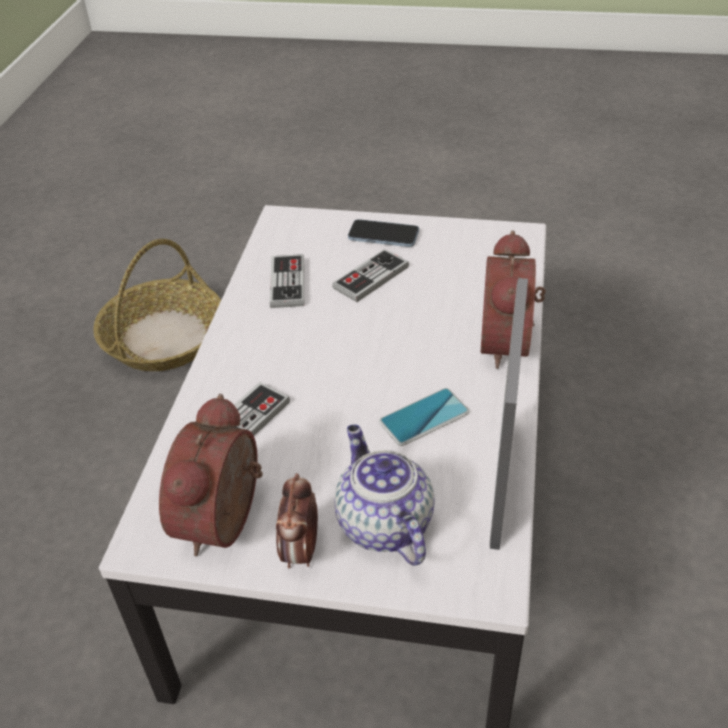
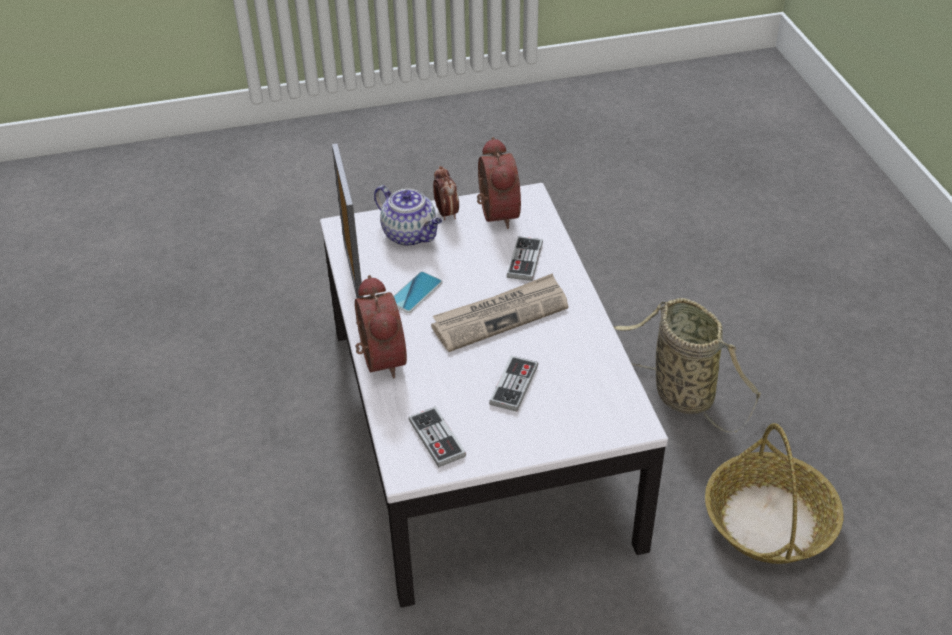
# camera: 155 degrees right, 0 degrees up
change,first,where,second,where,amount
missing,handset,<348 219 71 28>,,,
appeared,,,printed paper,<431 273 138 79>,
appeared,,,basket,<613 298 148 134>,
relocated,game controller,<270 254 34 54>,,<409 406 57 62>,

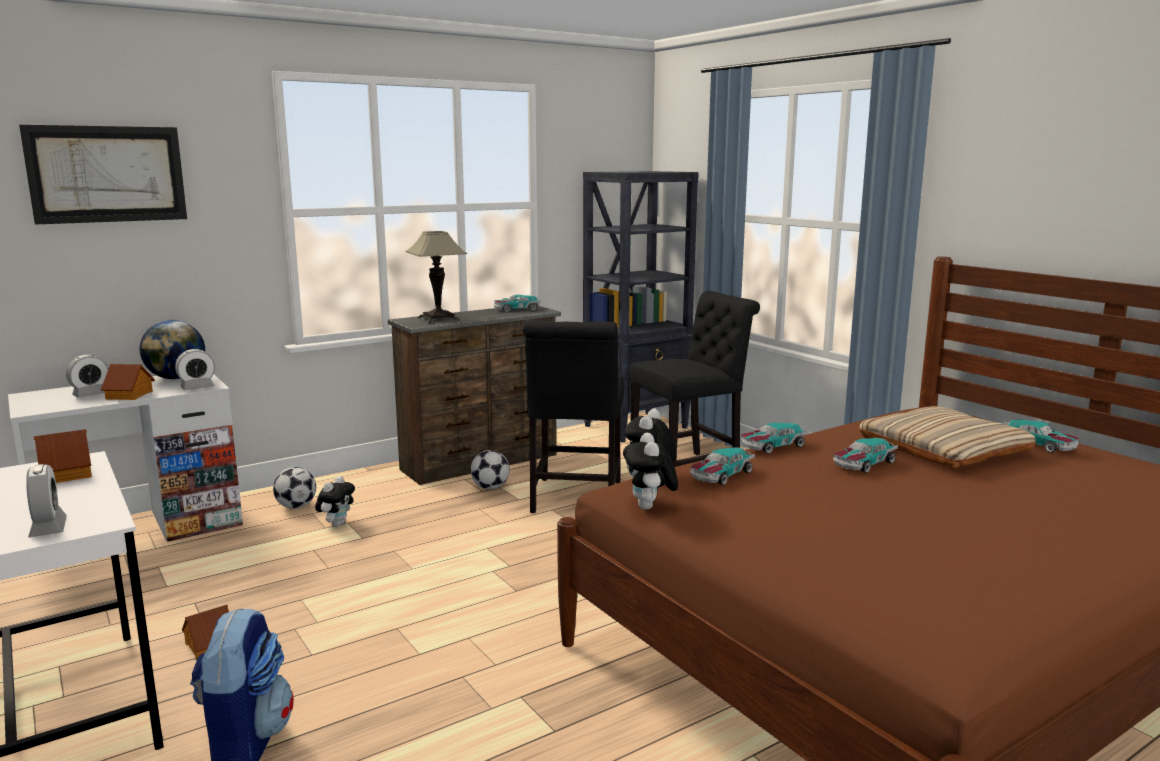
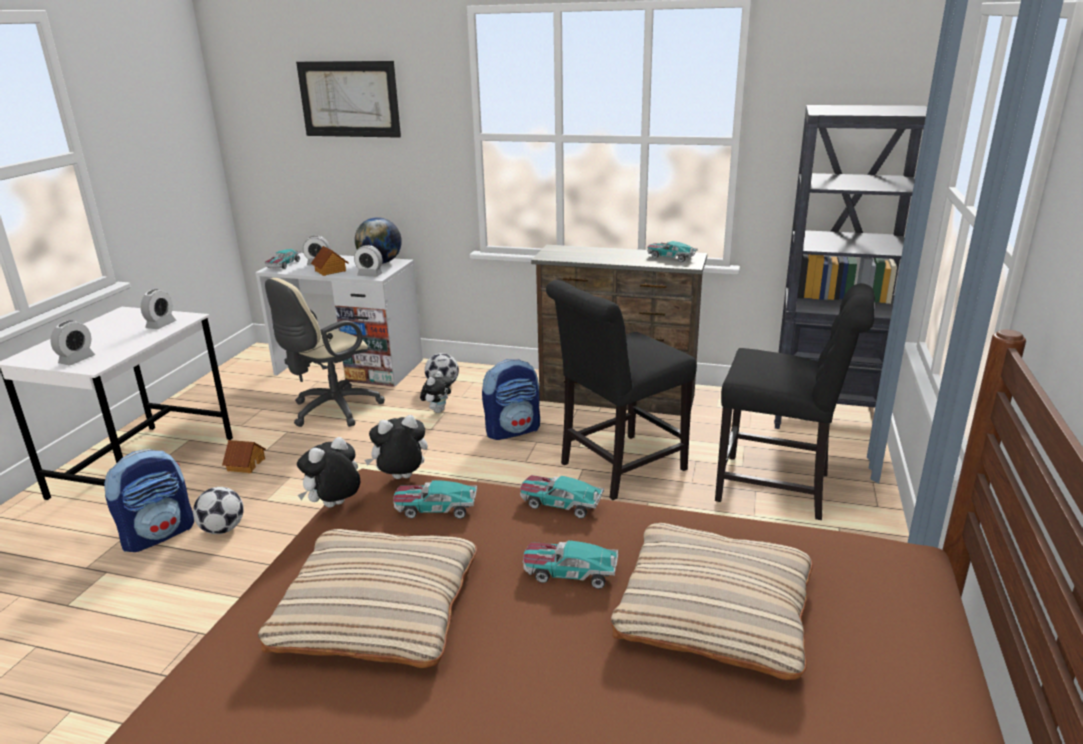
# camera: 50 degrees right, 10 degrees up
change,first,where,second,where,amount
missing,tabletop lamp,<405 231 62 93>,,,
appeared,,,beige-coloured pillow,<258 529 219 139>,
appeared,,,beige-coloured office chair,<265 278 120 149>,
appeared,,,backpack,<482 359 58 81>,
relocated,football ball,<470 450 40 39>,,<193 487 51 47>,
relocated,model car,<1004 420 75 33>,,<265 249 35 20>,
exchanged,miniature house,<34 429 58 54>,bedside clock,<141 289 36 40>,
spun,plush toy,<315 476 40 51>,,<420 371 32 42>,45 degrees counterclockwise

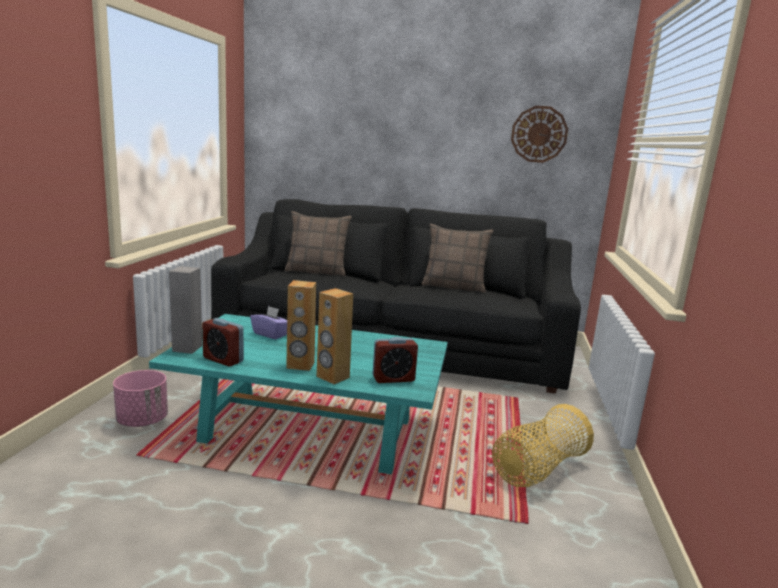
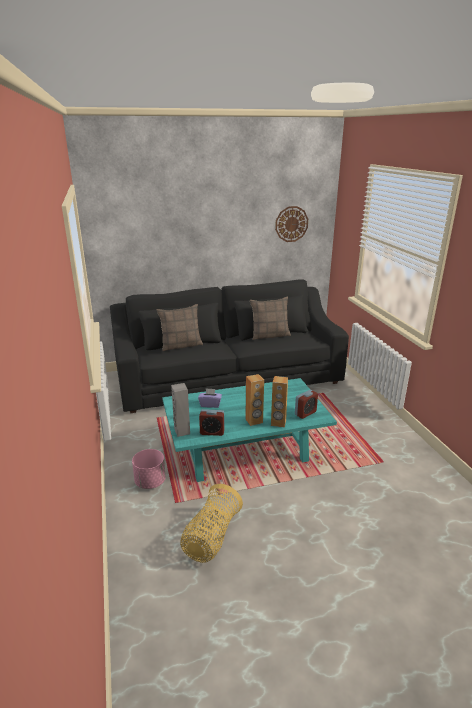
# camera: 25 degrees left, 10 degrees up
change,first,where,second,where,amount
relocated,basket,<492 404 102 83>,,<180 484 63 79>,

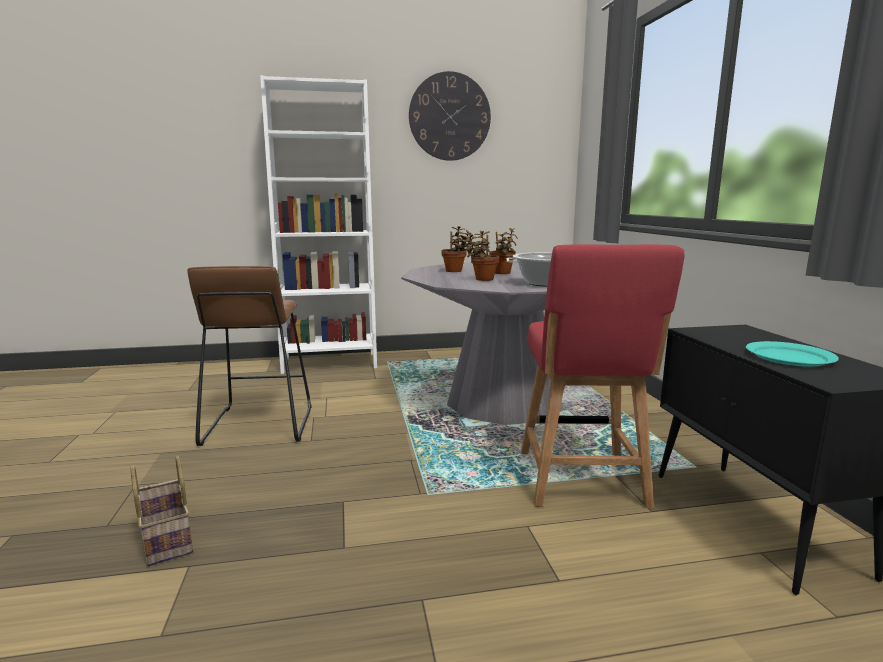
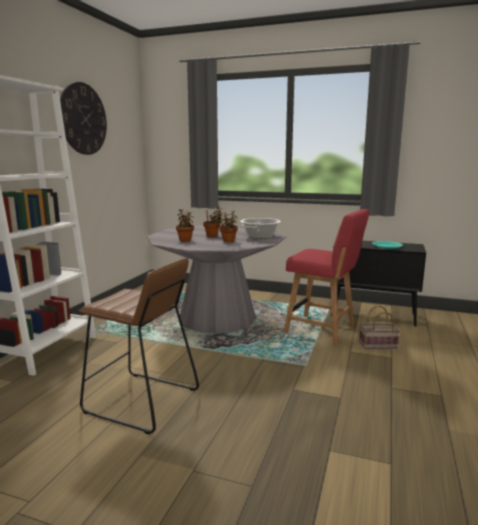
# camera: 60 degrees left, 0 degrees up
change,first,where,second,where,amount
relocated,basket,<130 456 63 110>,,<359 306 41 43>,

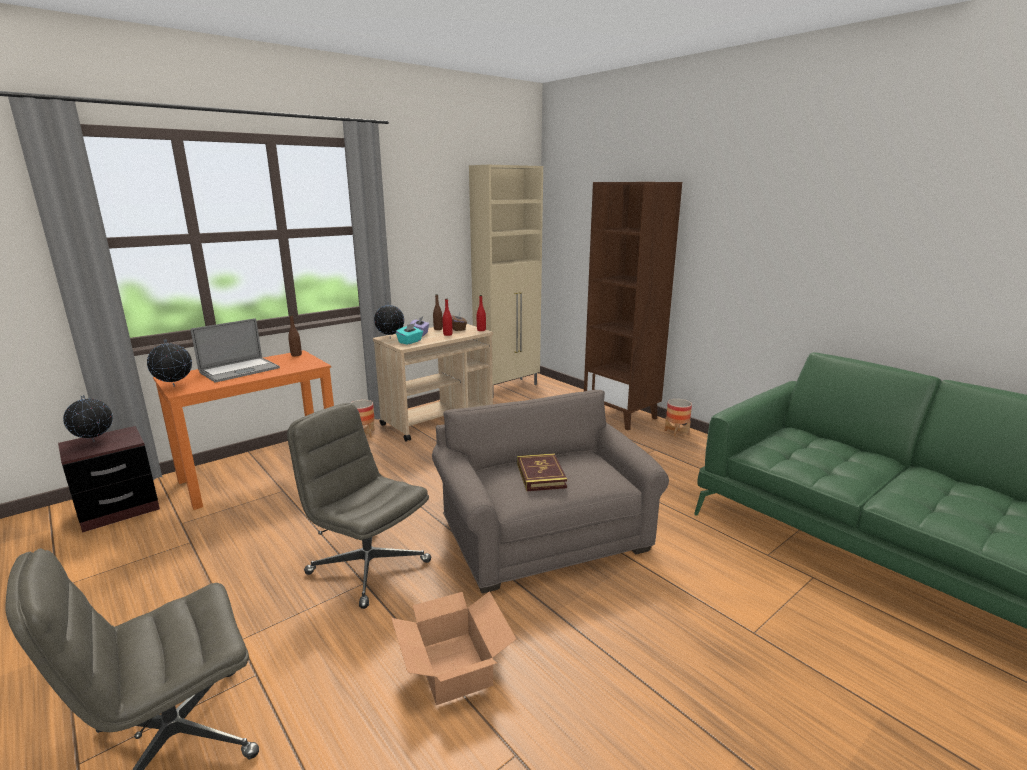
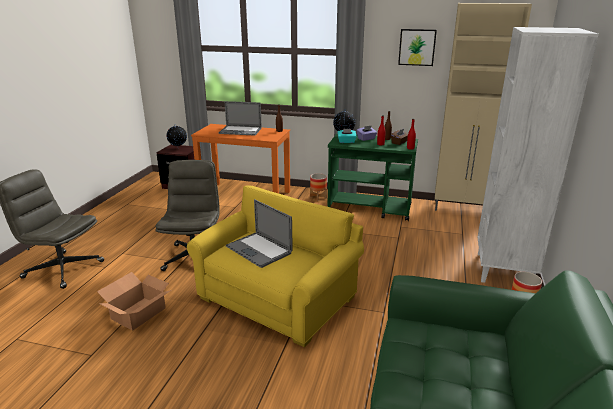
# camera: 55 degrees right, 5 degrees up
change,first,where,second,where,amount
missing,world globe,<147 339 45 48>,,,
appeared,,,wall art,<398 29 39 37>,
exchanged,bound book,<517 453 50 38>,notebook computer,<226 199 67 69>,
colour,beige-coloured cart,<373 324 120 118>,green cart,<327 134 91 87>,
colour,gray lounge chair,<432 390 237 203>,yellow-coloured lounge chair,<187 185 177 162>,
colour,brown shelving unit,<584 182 98 248>,white shelving unit,<477 27 122 256>,

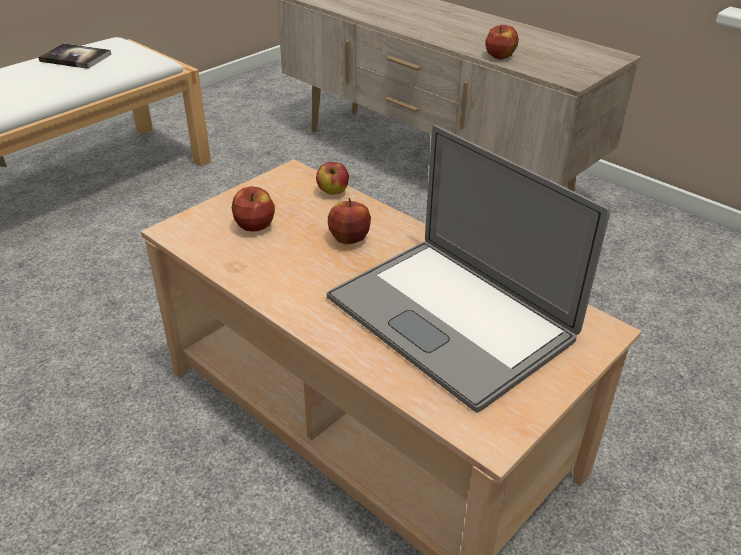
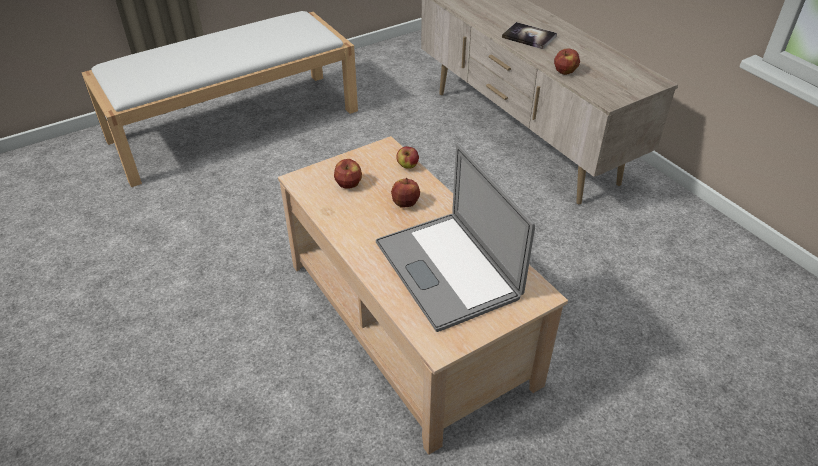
# camera: 15 degrees right, 5 degrees up
change,first,where,second,where,amount
relocated,bound book,<38 43 73 26>,,<502 22 55 27>,

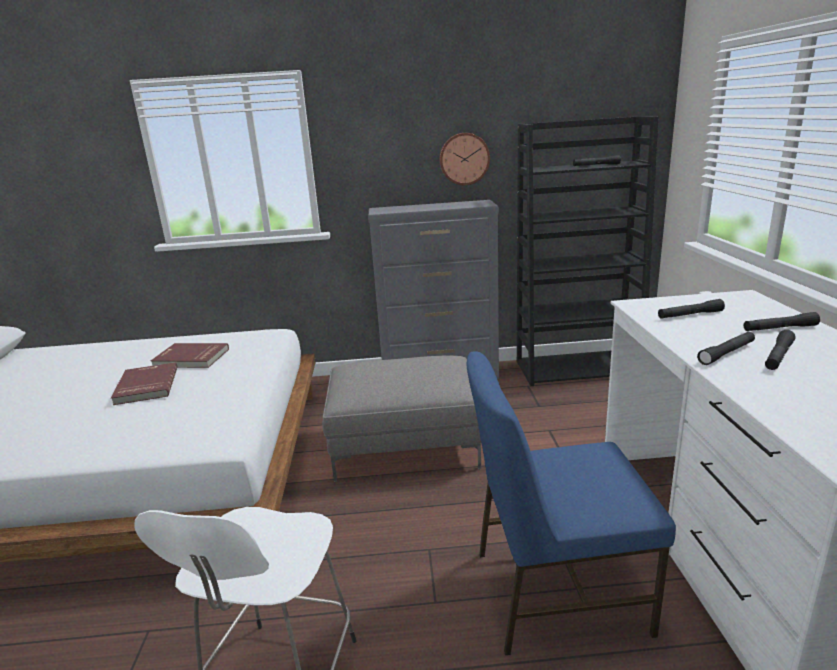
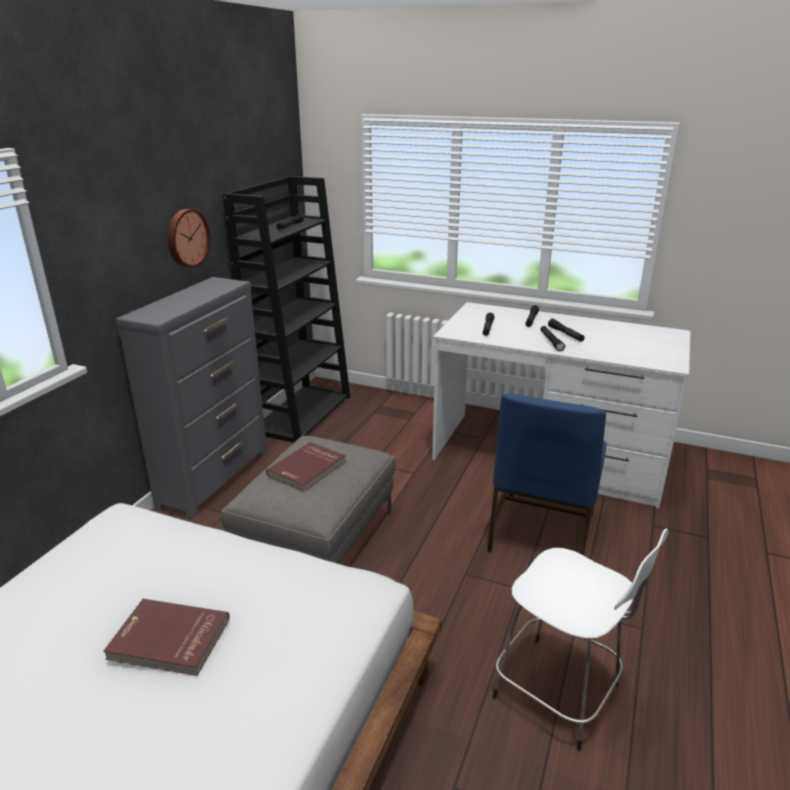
# camera: 65 degrees left, 5 degrees up
change,first,where,second,where,amount
relocated,red-coloured bound book,<151 343 78 25>,,<266 442 80 50>,

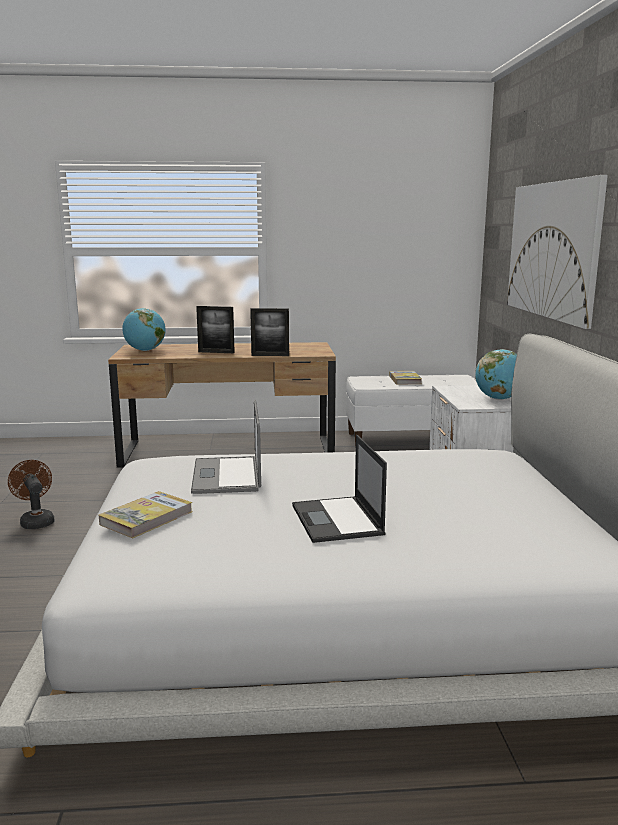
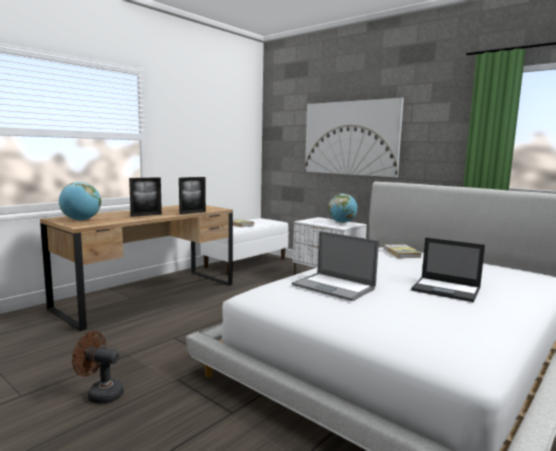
# camera: 45 degrees left, 5 degrees down
change,first,where,second,where,amount
relocated,bound book,<99 491 94 47>,,<384 244 37 14>,

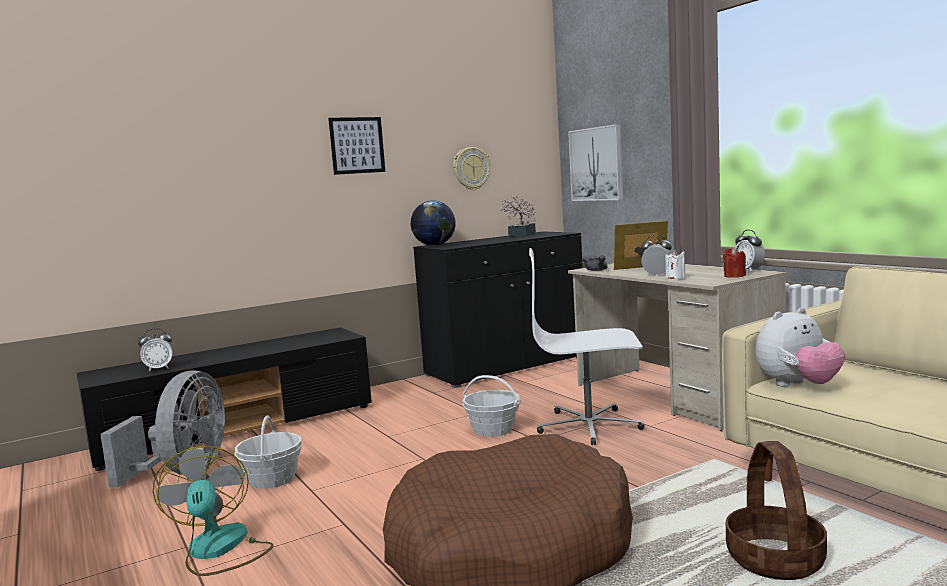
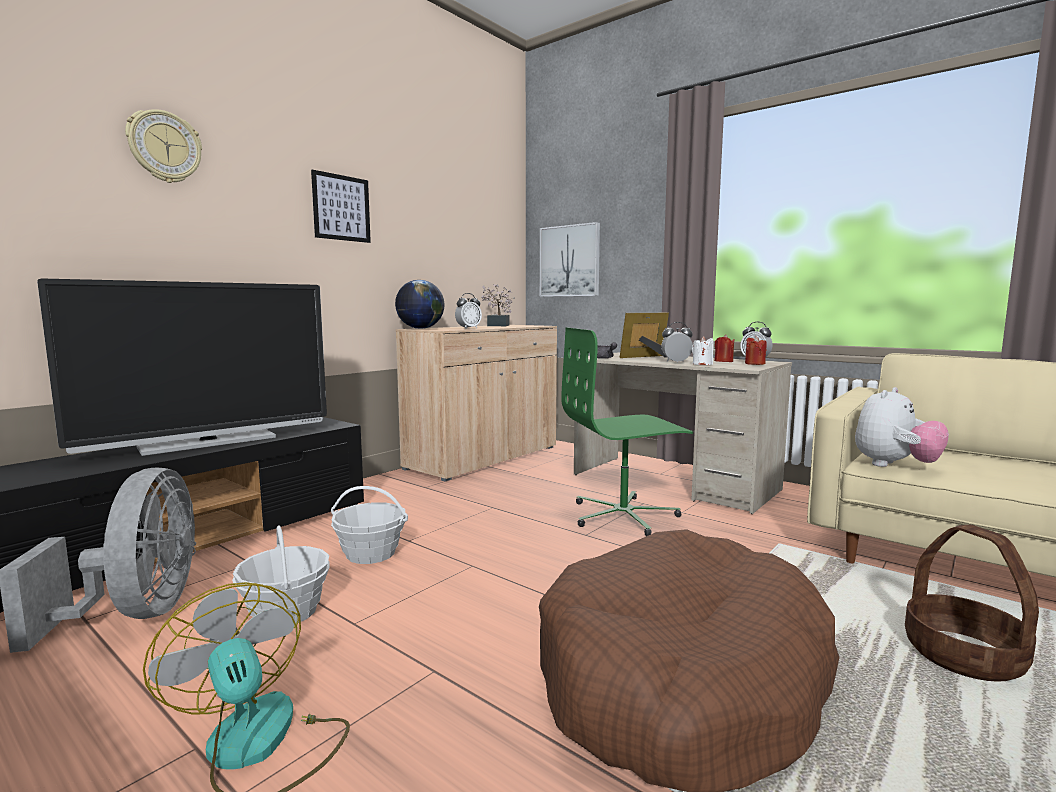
# camera: 20 degrees left, 0 degrees up
change,first,where,second,where,amount
appeared,,,TV set,<37 278 290 178>,
appeared,,,red-coloured wax light,<714 335 21 27>,
relocated,bedside clock,<138 328 35 44>,,<455 293 27 36>,
relocated,clock on the wall,<453 147 38 43>,,<125 109 77 74>,
relocated,basket,<463 375 57 62>,,<331 486 77 78>,
colour,black-coloured storage cabinet,<413 231 169 157>,beige-coloured storage cabinet,<396 325 161 156>,
colour,white office chair,<529 248 115 197>,green office chair,<561 328 132 208>,

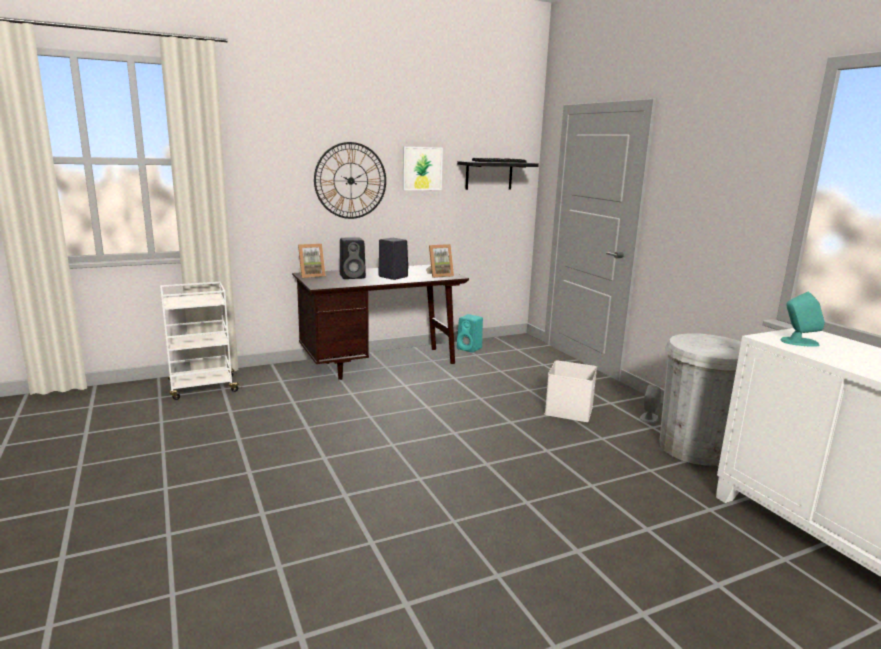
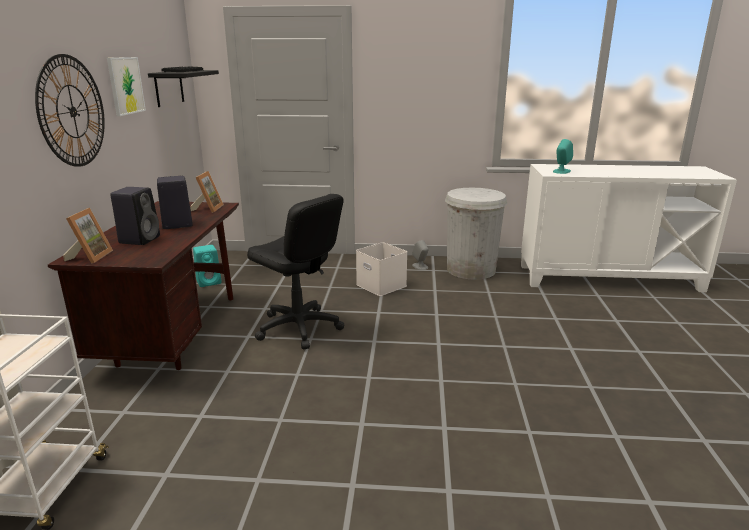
# camera: 60 degrees left, 5 degrees up
change,first,where,second,where,amount
appeared,,,black-coloured office chair,<247 194 97 155>,

